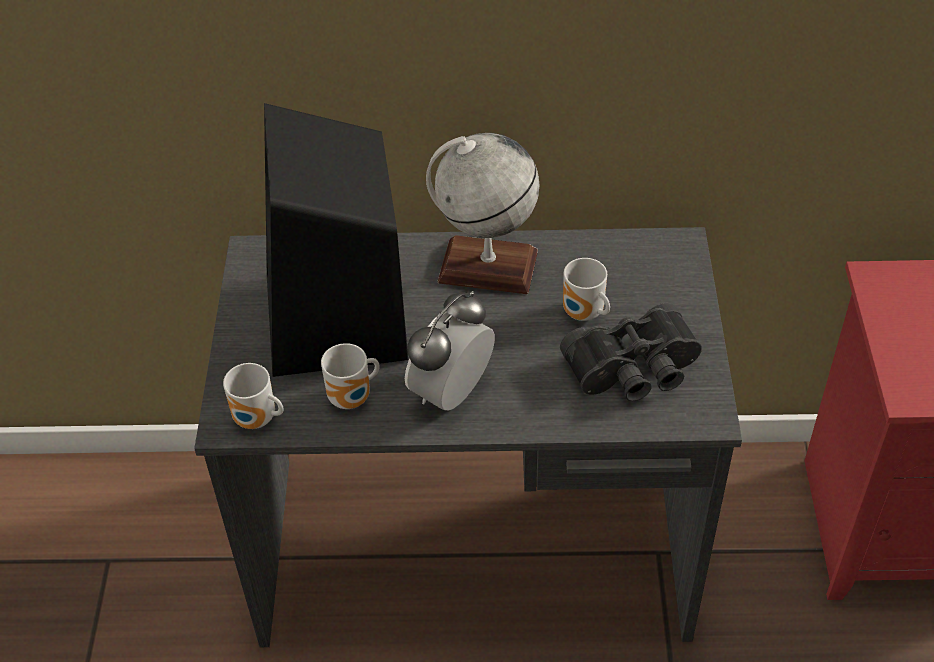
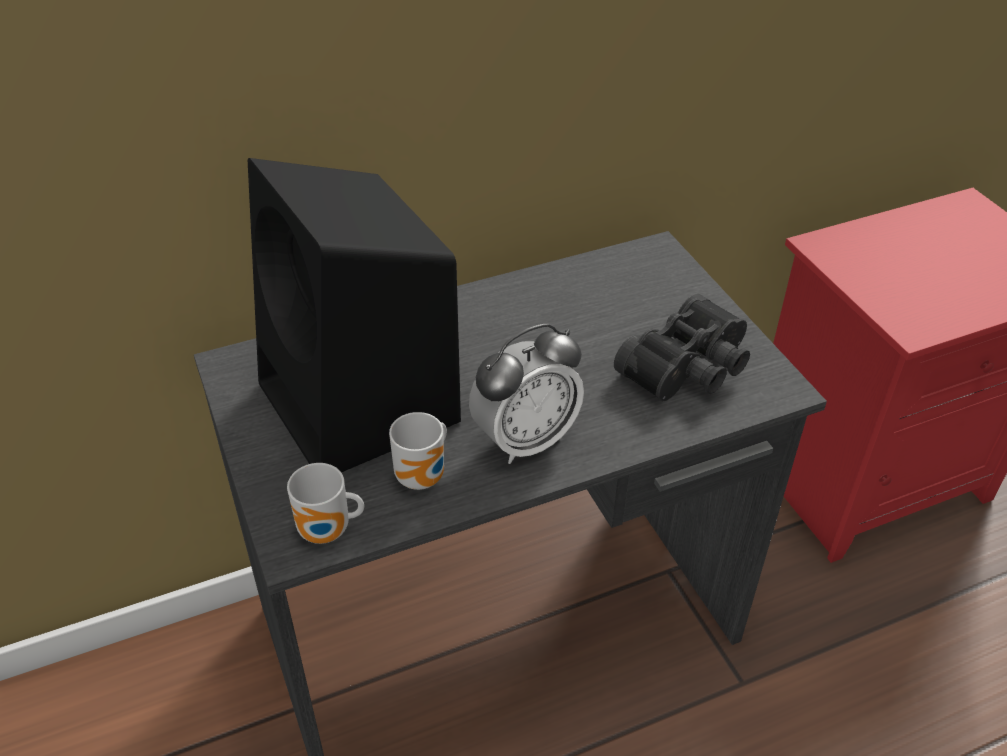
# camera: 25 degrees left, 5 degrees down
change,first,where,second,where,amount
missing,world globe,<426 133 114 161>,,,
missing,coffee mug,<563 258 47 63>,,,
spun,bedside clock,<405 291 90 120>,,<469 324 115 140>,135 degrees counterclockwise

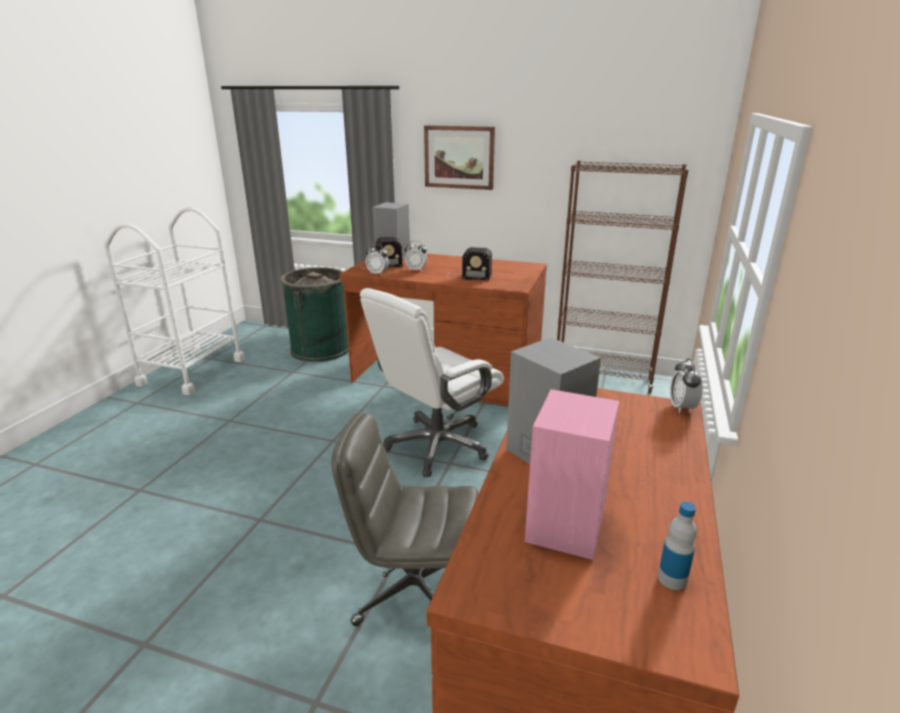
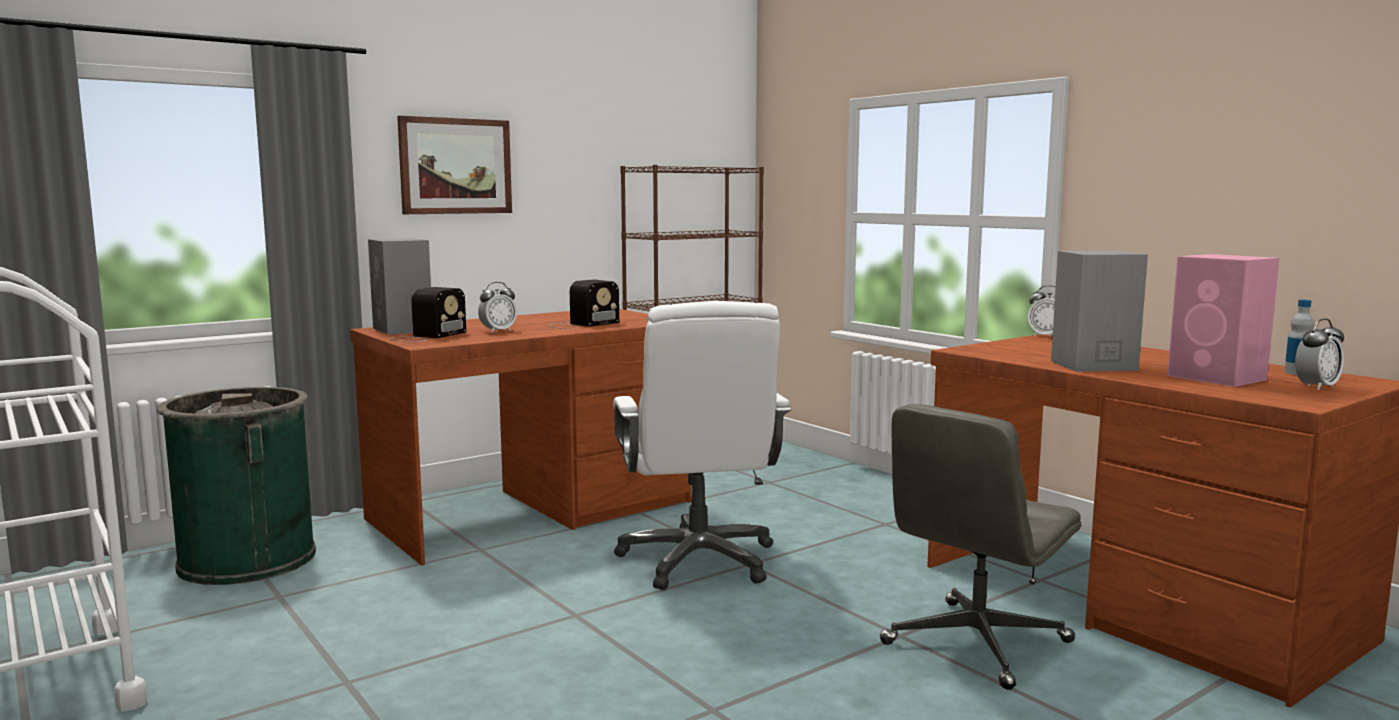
# camera: 55 degrees left, 15 degrees down
change,first,where,second,where,amount
relocated,bedside clock,<366 244 23 31>,,<1295 318 49 72>,

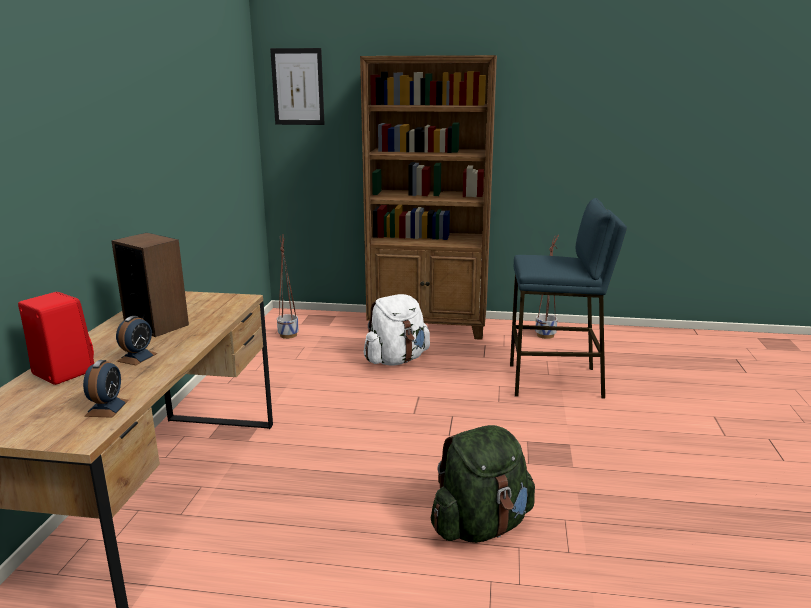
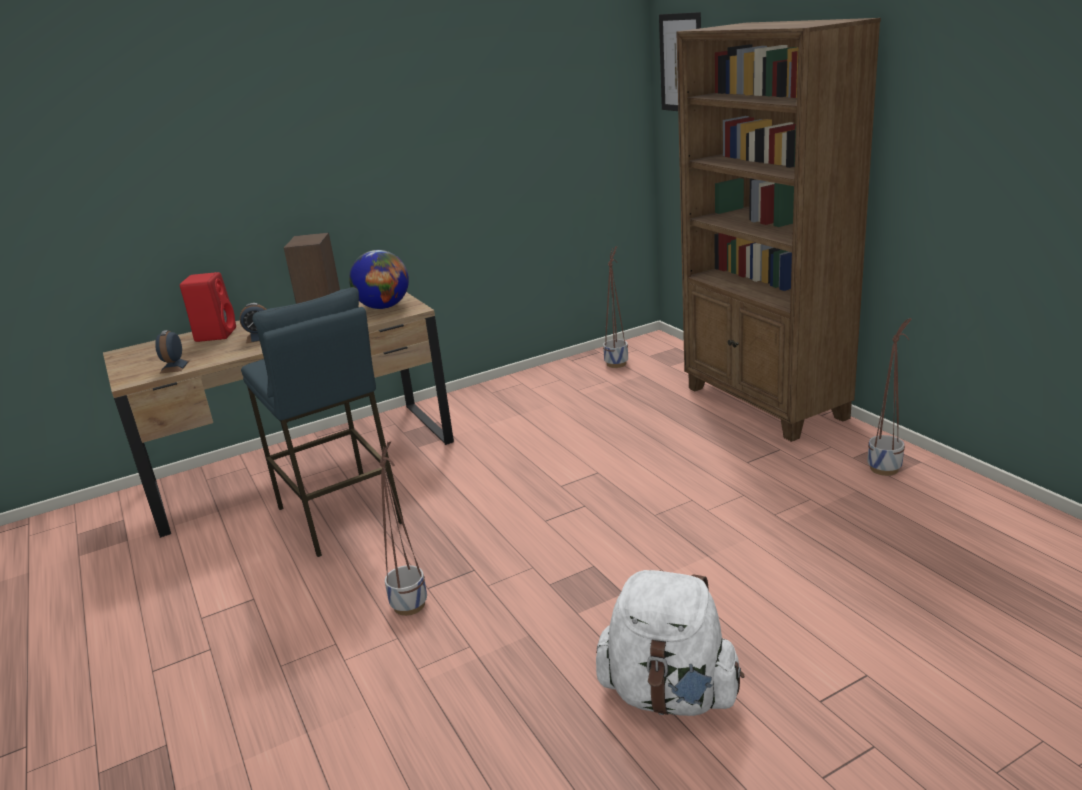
# camera: 55 degrees right, 5 degrees up
change,first,where,second,where,amount
appeared,,,world globe,<349 250 60 59>,
relocated,white backpack,<364 294 66 72>,,<596 570 148 146>,
relocated,bluish stool seat,<510 198 117 201>,,<241 287 162 270>,
exchanged,green backpack,<431 425 104 118>,planter,<380 441 47 175>,
spun,bedside clock,<83 360 46 58>,,<155 330 34 43>,120 degrees clockwise

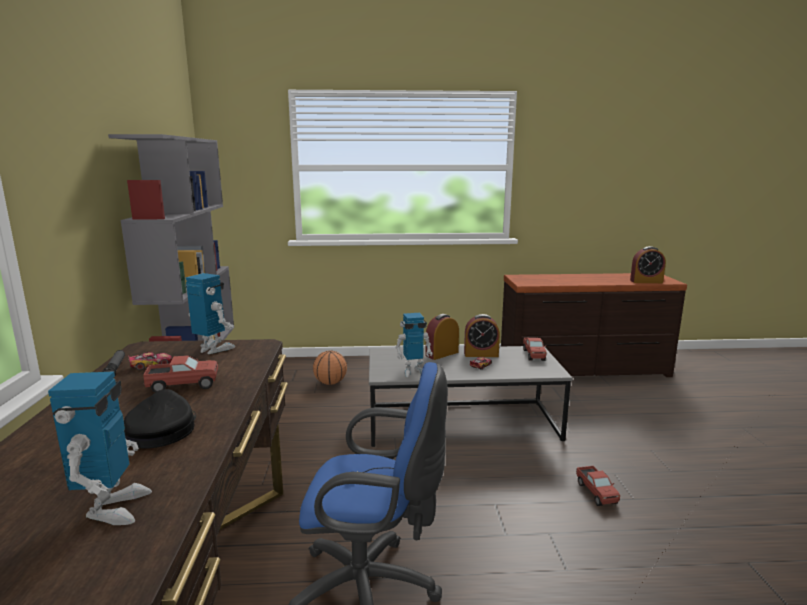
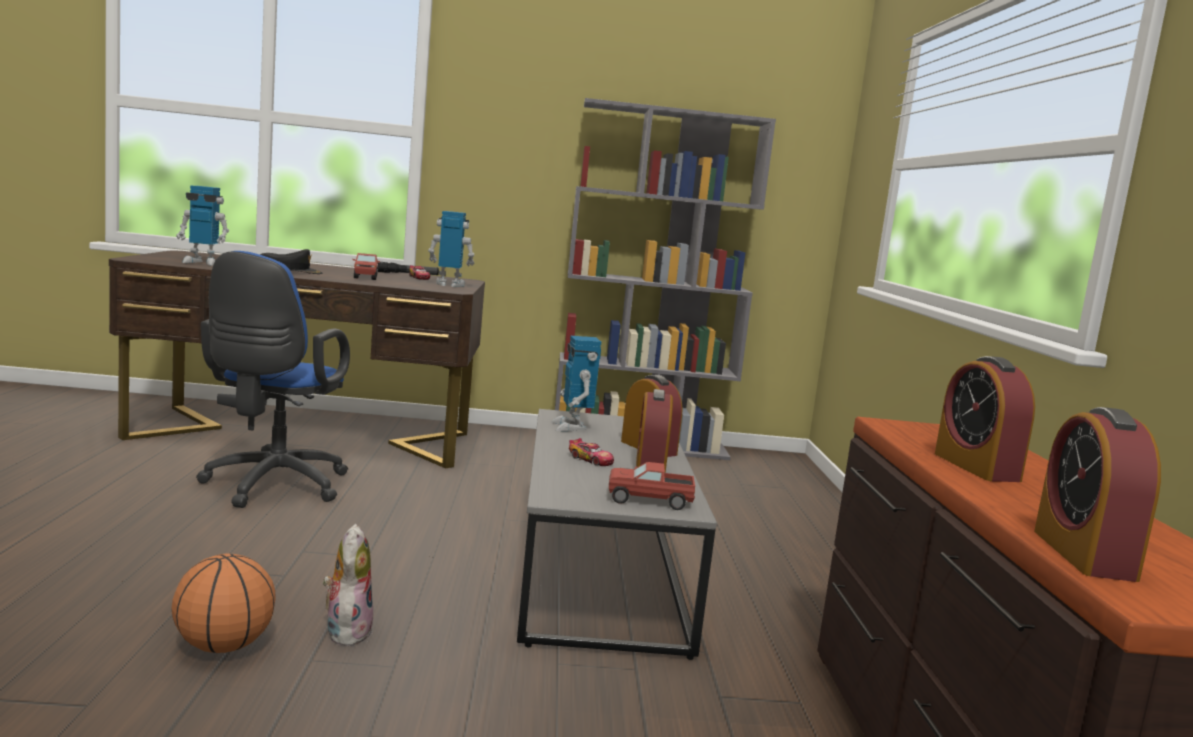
# camera: 90 degrees right, 5 degrees down
change,first,where,second,where,amount
appeared,,,bedside clock,<935 356 100 126>,
relocated,ball for basketball,<313 351 34 34>,,<172 554 104 99>,
exchanged,model truck,<576 466 44 40>,plush toy,<323 524 50 122>,
spun,toy robot,<185 273 50 81>,,<428 211 47 76>,120 degrees counterclockwise

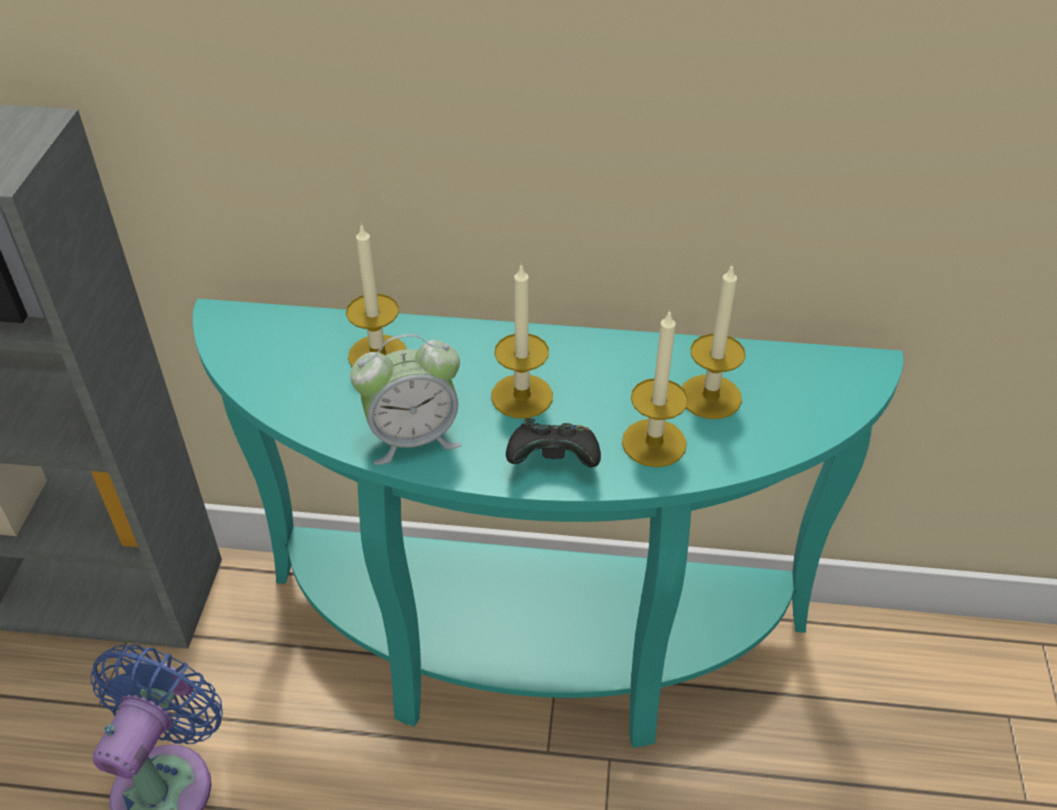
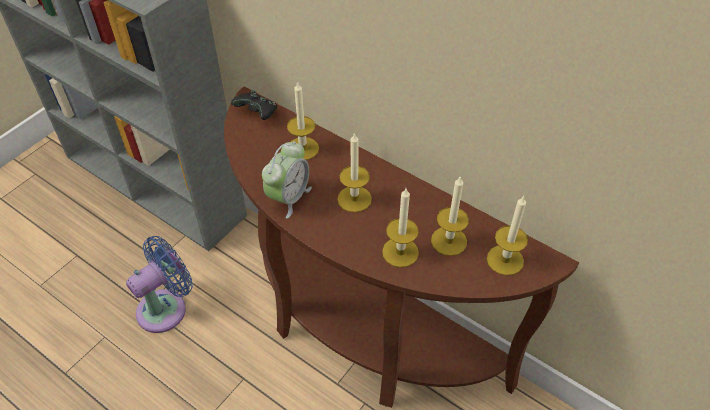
# camera: 30 degrees right, 5 degrees up
change,first,where,second,where,amount
appeared,,,wax light,<487 196 41 80>,
relocated,black-coloured game controller,<506 418 95 49>,,<231 90 47 30>,
colour,turquoise hall table,<193 299 711 449>,brown hall table,<224 86 355 322>,
spun,bedside clock,<350 334 112 131>,,<262 141 50 77>,75 degrees counterclockwise

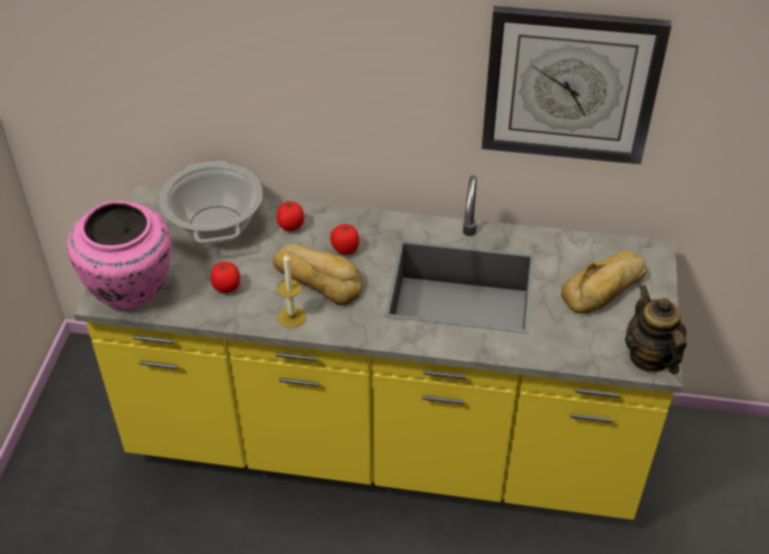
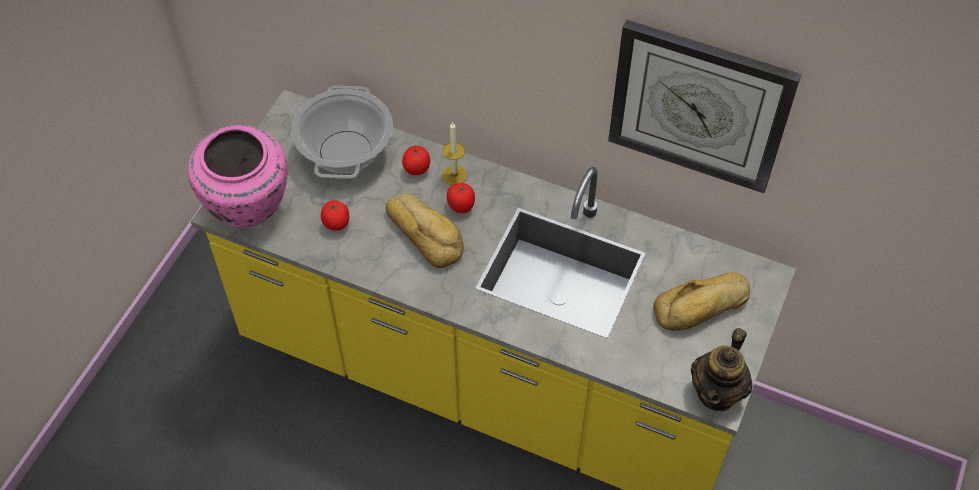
# camera: 15 degrees right, 10 degrees up
change,first,where,second,where,amount
relocated,wax light,<277 254 29 74>,,<442 121 25 64>,
spun,pot for tea,<625 285 62 89>,,<691 328 61 83>,150 degrees counterclockwise

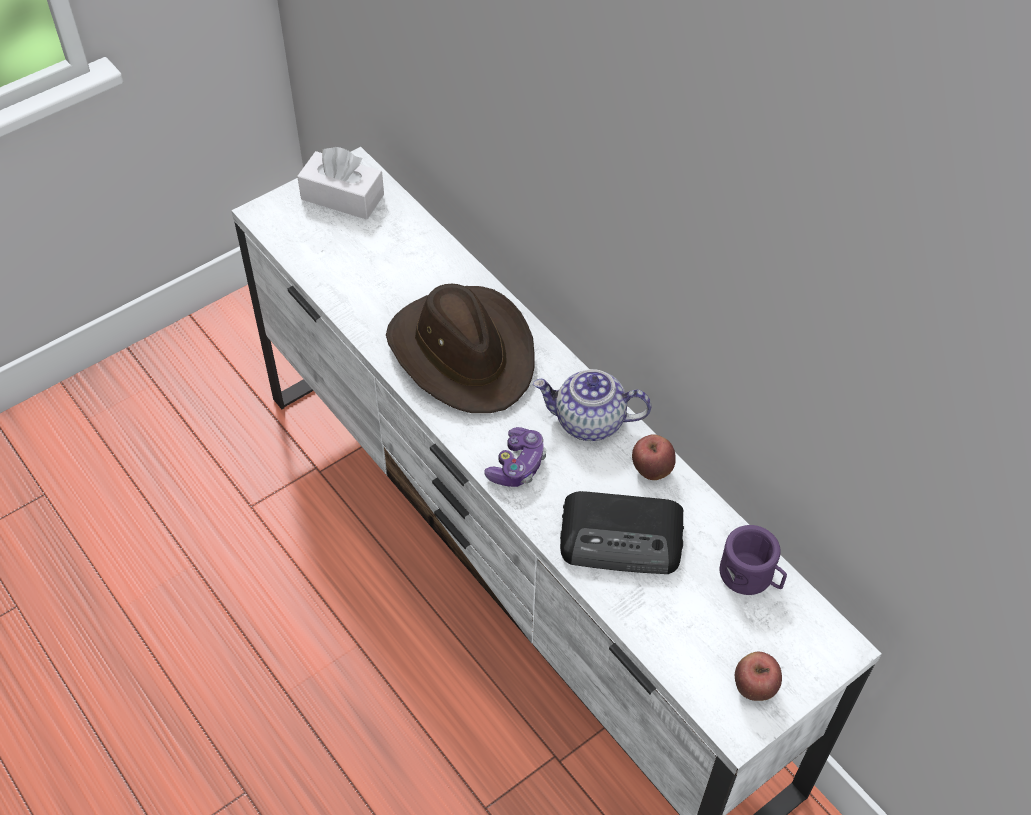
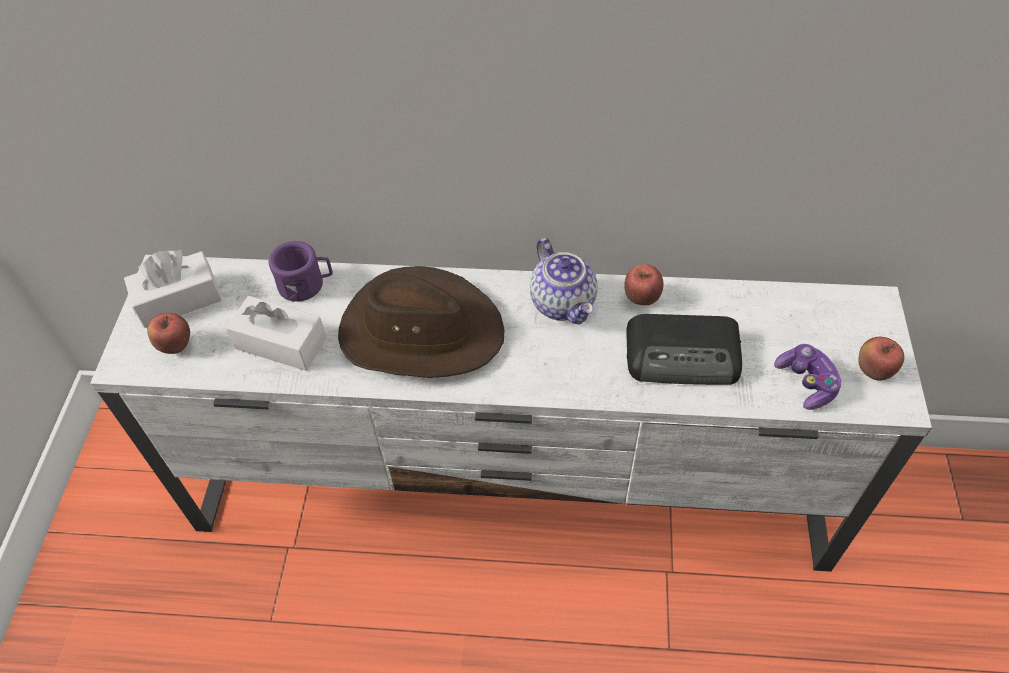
# camera: 45 degrees left, 0 degrees up
change,first,where,second,where,amount
appeared,,,apple,<147 313 43 41>,
appeared,,,white box of tissues,<226 296 101 75>,
relocated,game controller,<484 427 63 60>,,<774 344 67 66>,
relocated,purple coffee mug,<720 525 67 70>,,<268 241 65 61>,
spun,pot for tea,<533 369 118 72>,,<530 238 68 86>,75 degrees counterclockwise
spun,radio set,<560 491 124 83>,,<626 314 116 71>,45 degrees clockwise

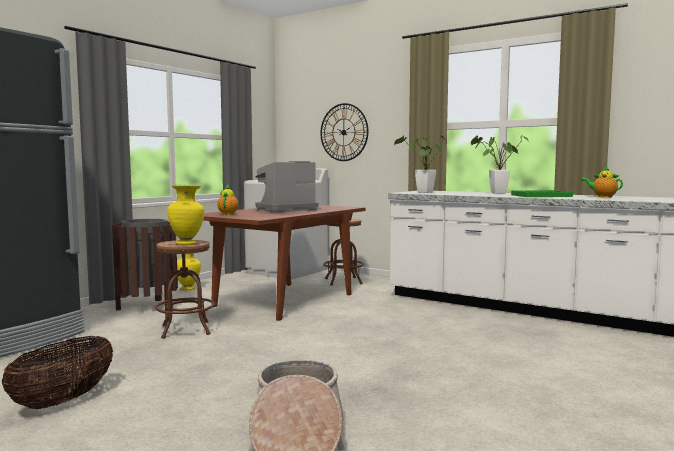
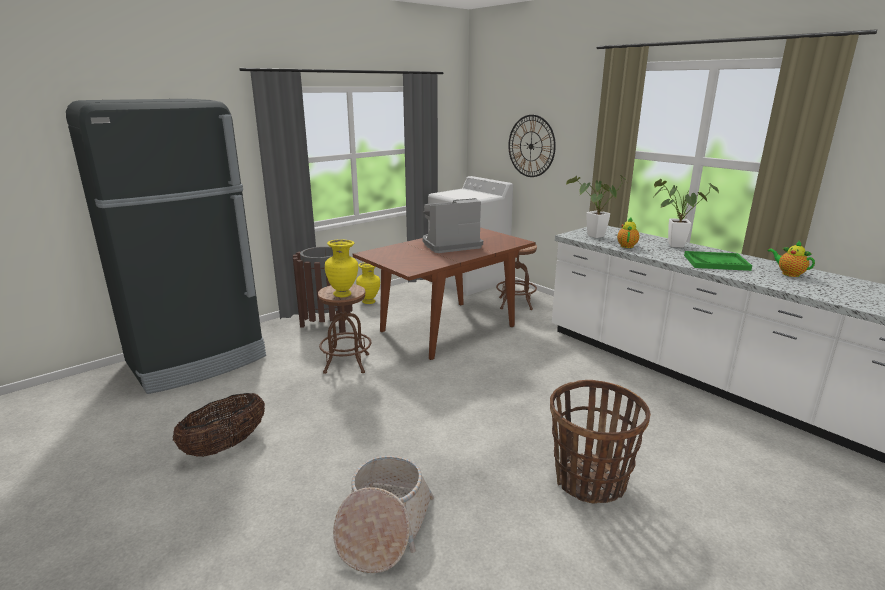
# camera: 15 degrees right, 15 degrees up
change,first,where,second,where,amount
appeared,,,basket,<550 380 101 124>,
relocated,pot for tea,<217 185 21 30>,,<617 217 22 31>,

